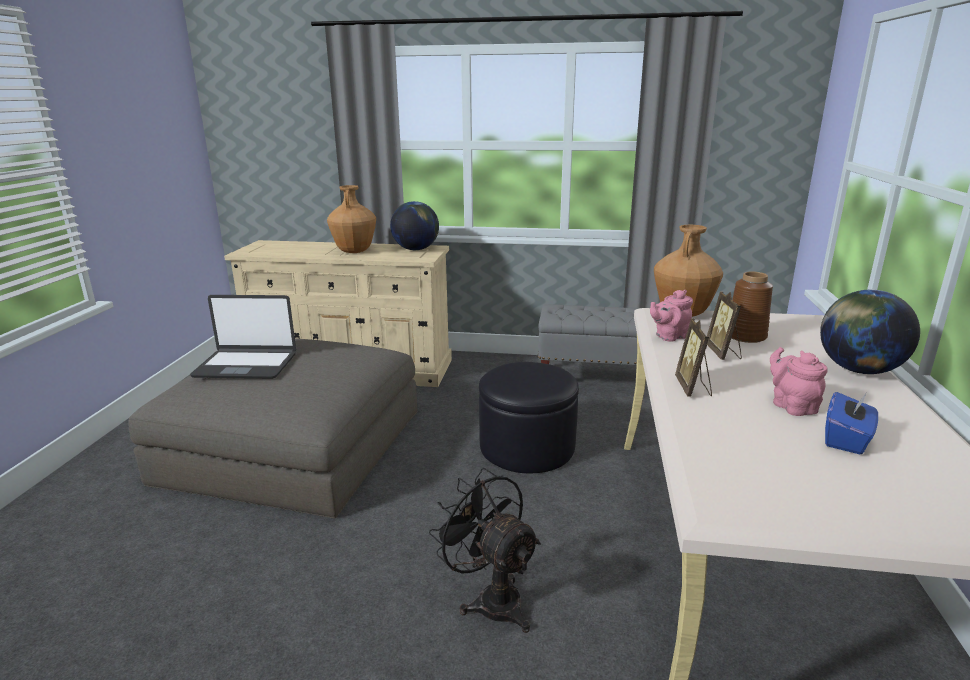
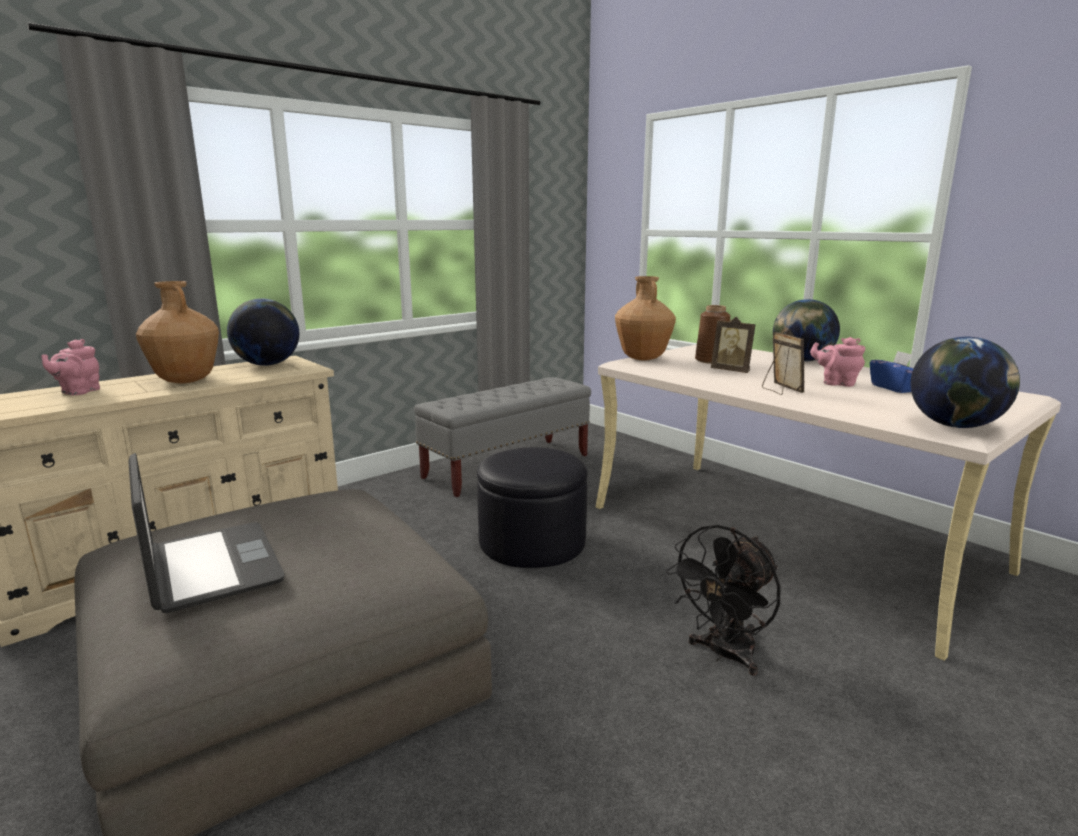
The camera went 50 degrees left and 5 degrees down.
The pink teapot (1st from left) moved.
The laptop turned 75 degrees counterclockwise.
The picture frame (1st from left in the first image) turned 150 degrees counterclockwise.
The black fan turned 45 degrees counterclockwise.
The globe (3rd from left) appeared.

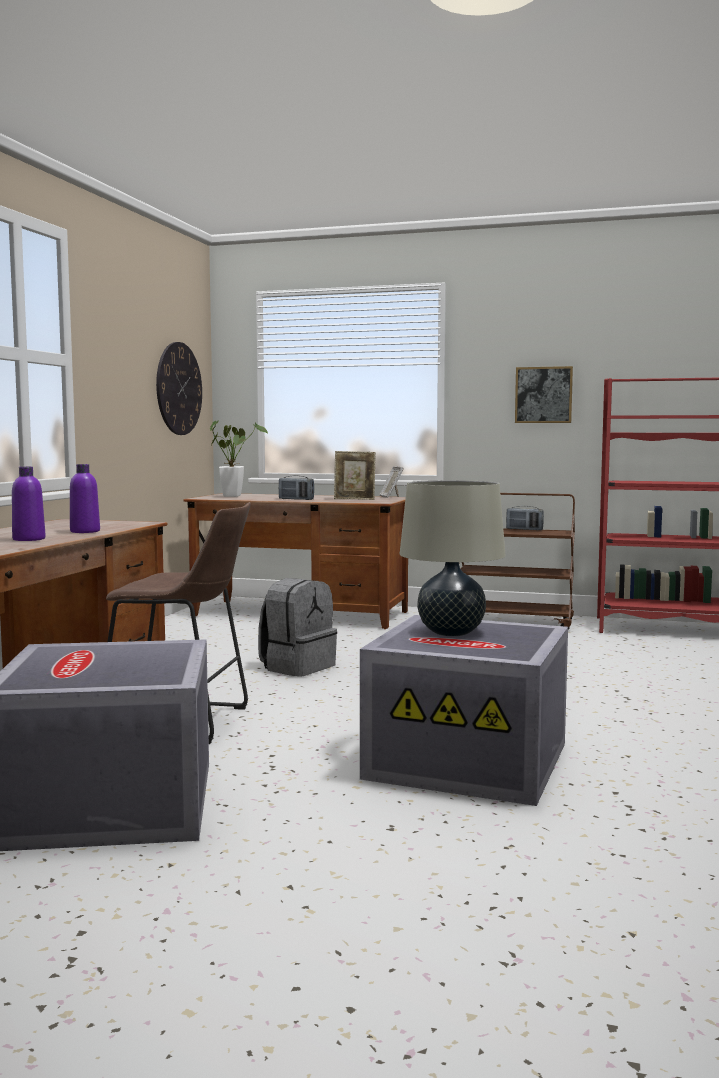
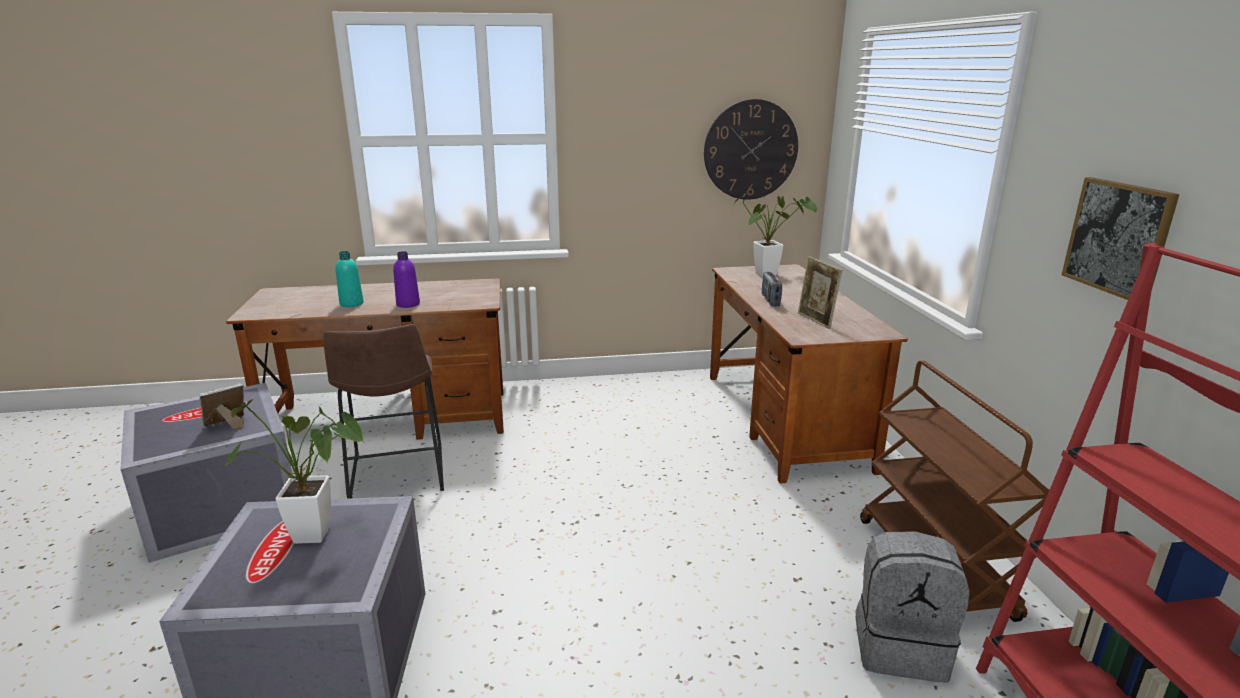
The camera went 65 degrees right and 15 degrees up.
The picture frame (2nd from left in the first image) moved.
The purple bottle (1st from left) became the turquoise bottle.
The beige table lamp was replaced by the potted plant (1st from left).
The radio (2nd from left) disappeared.
The grey backpack moved.

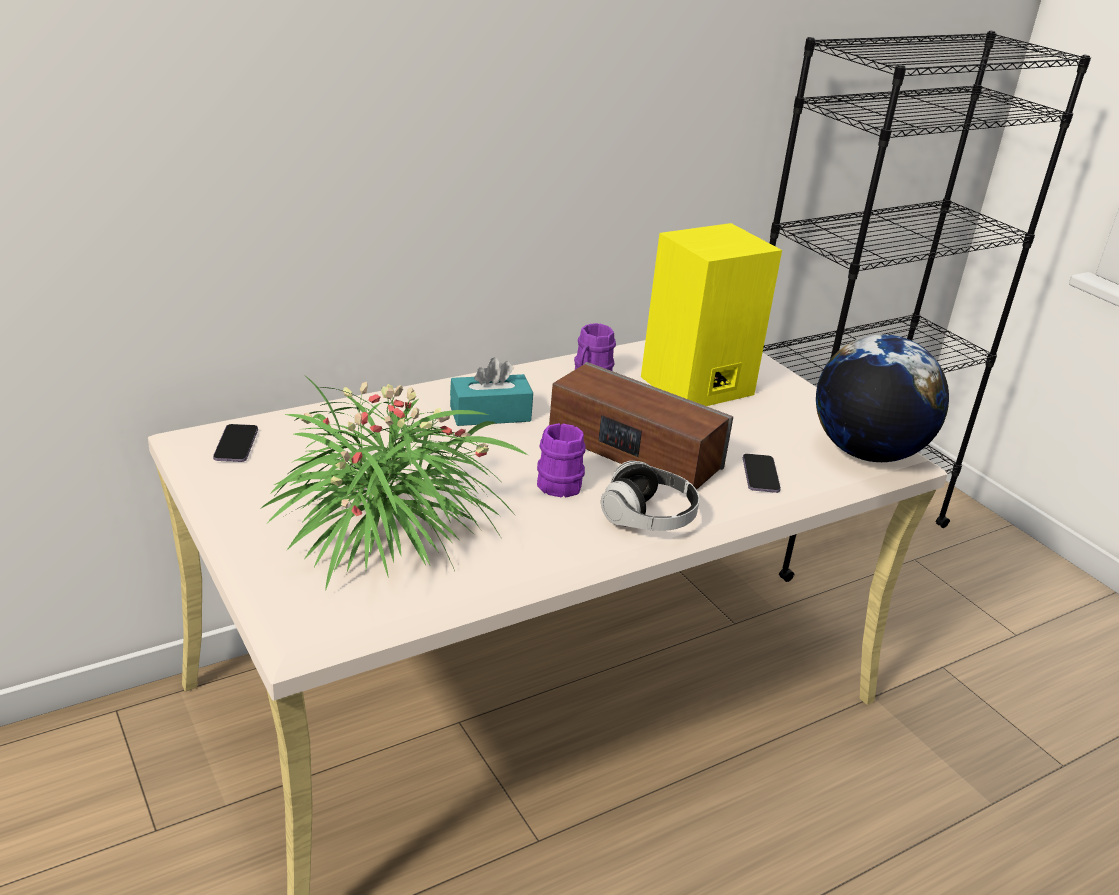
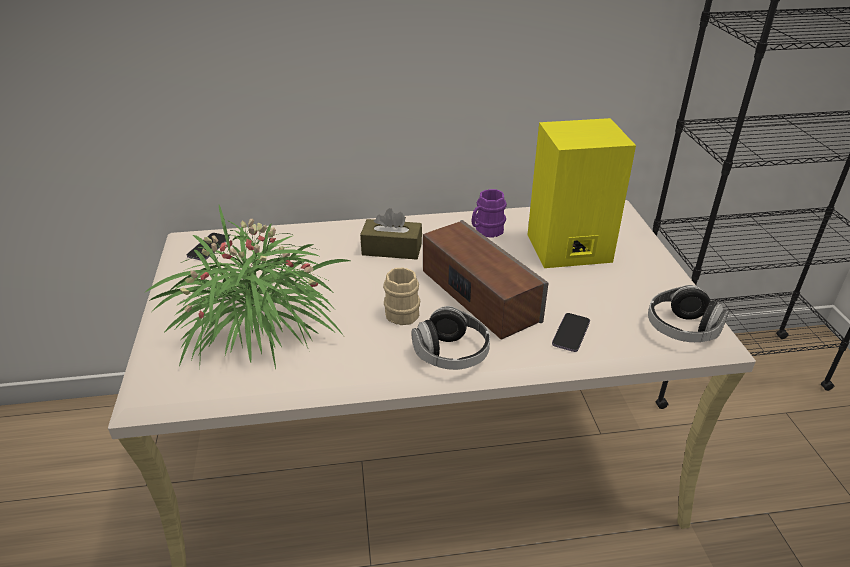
The camera went 25 degrees right and 5 degrees up.
The globe was replaced by the headphones (2nd from left).
The turquoise tissue box became the brown tissue box.
The purple mug (1st from left) became the beige mug.

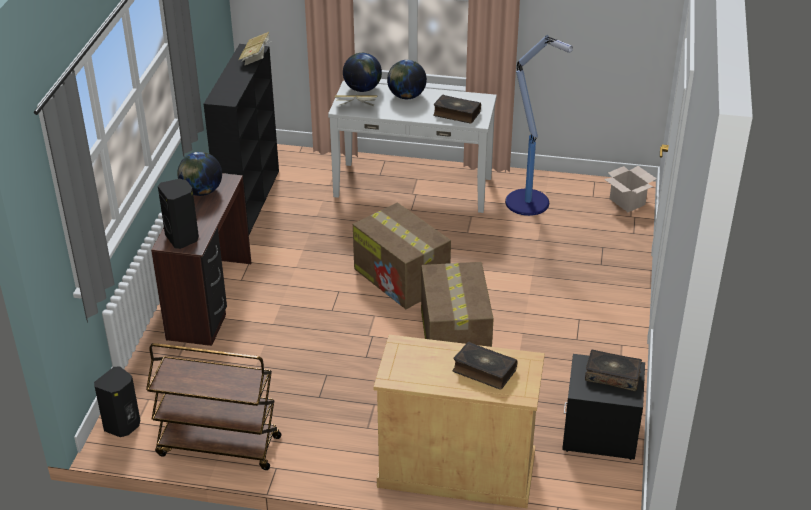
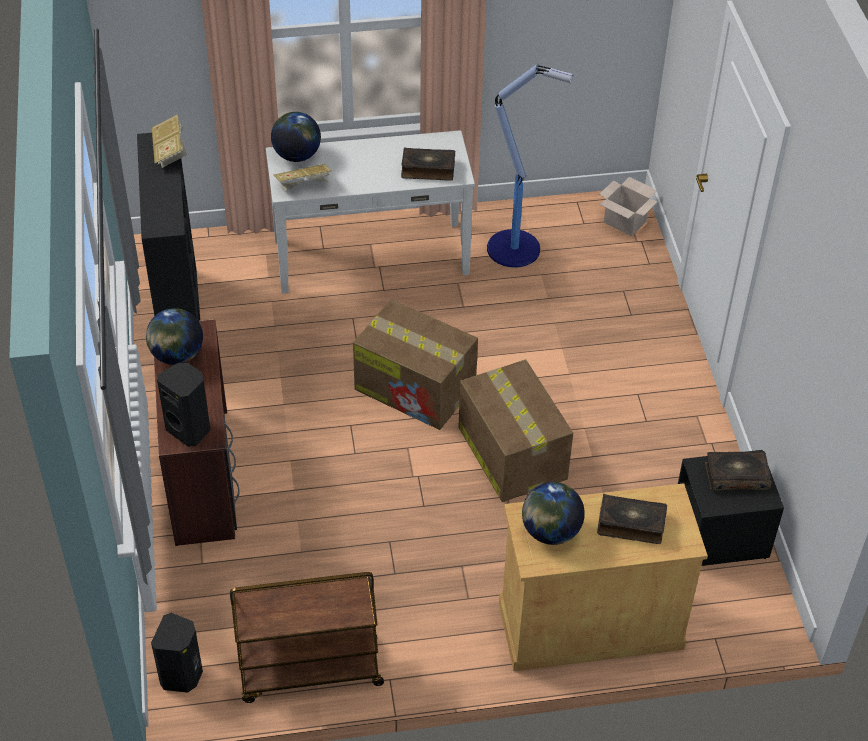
The camera went 20 degrees left and 10 degrees up.
The globe (3rd from left) moved.

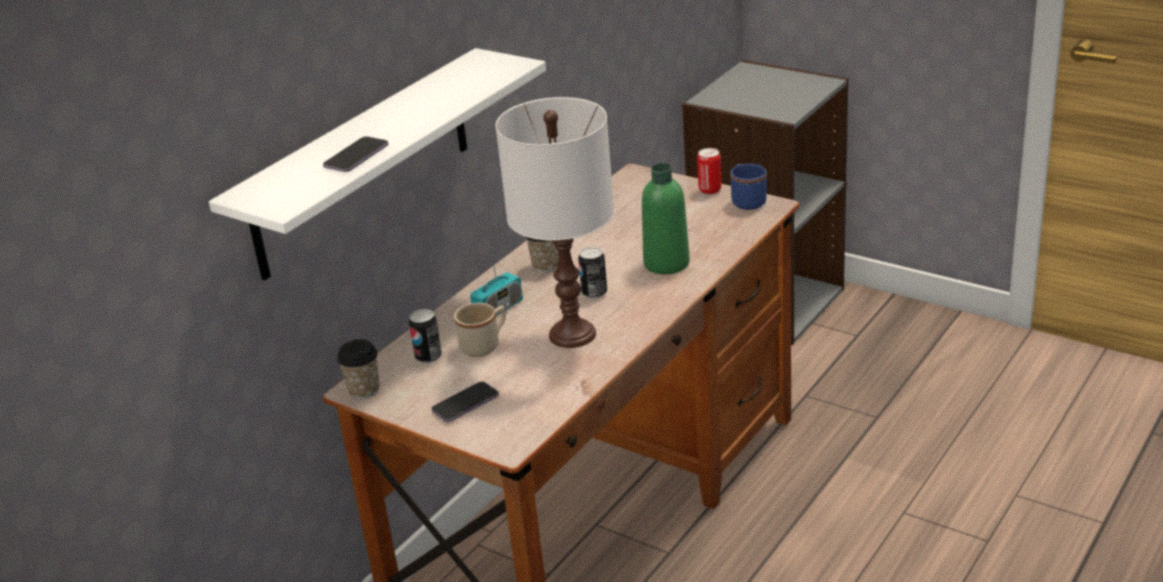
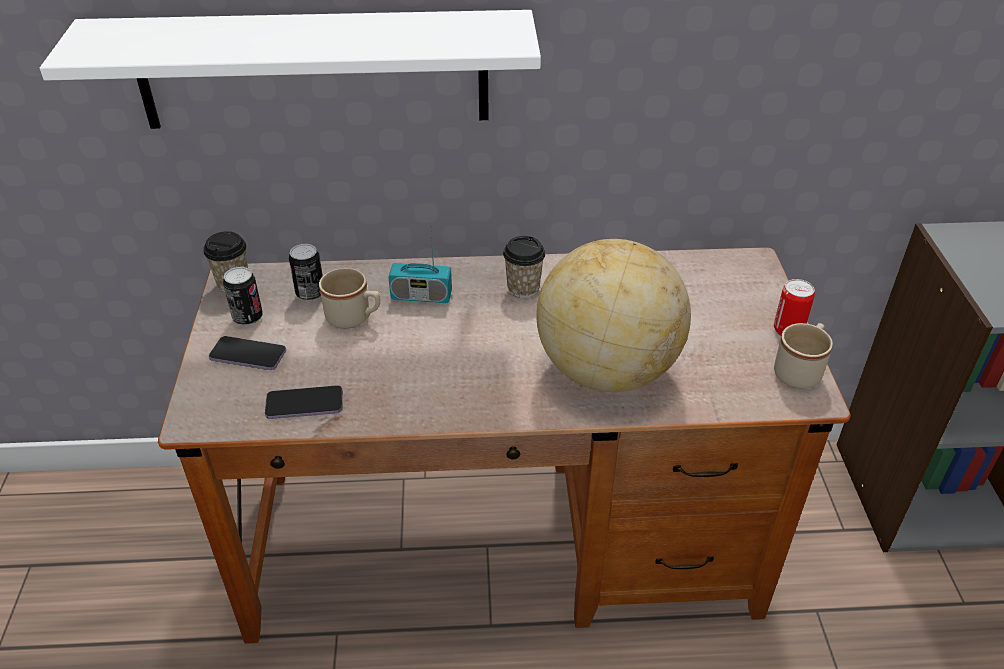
The camera went 50 degrees right and 10 degrees up.
The white table lamp disappeared.
The phone (1st from left in the first image) moved.
The green bottle was replaced by the globe.
The blue mug became the beige mug (2nd from left).
The can (2nd from left in the first image) moved.

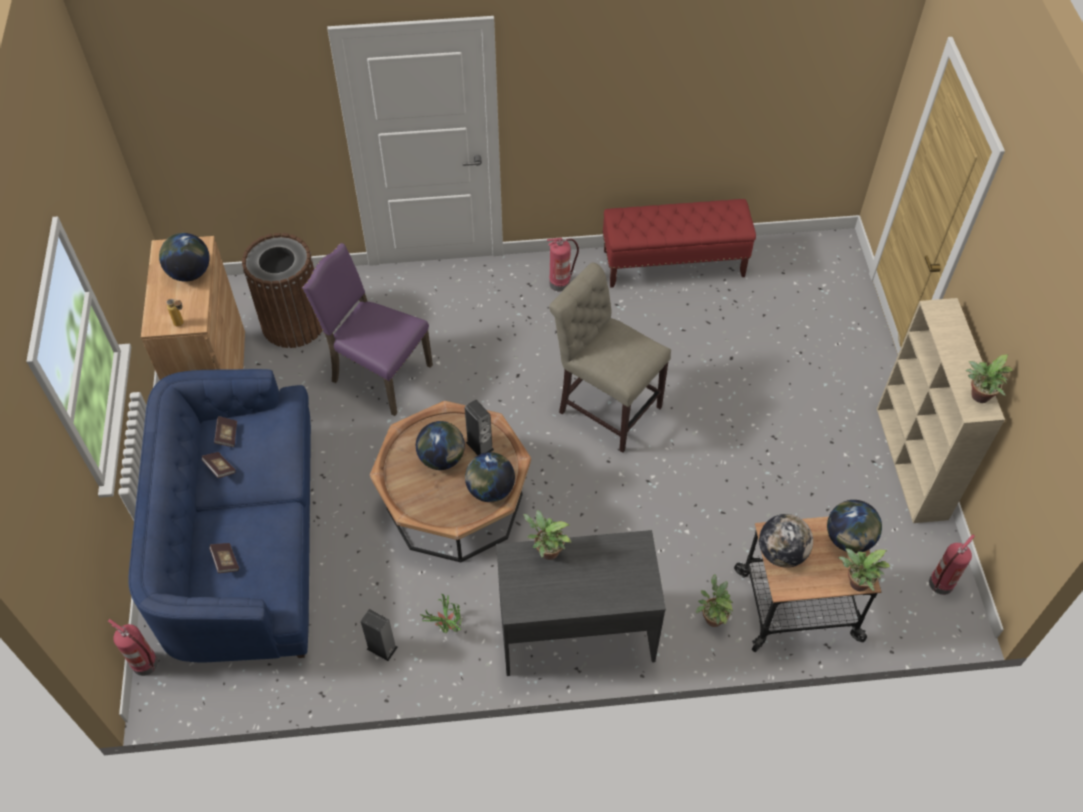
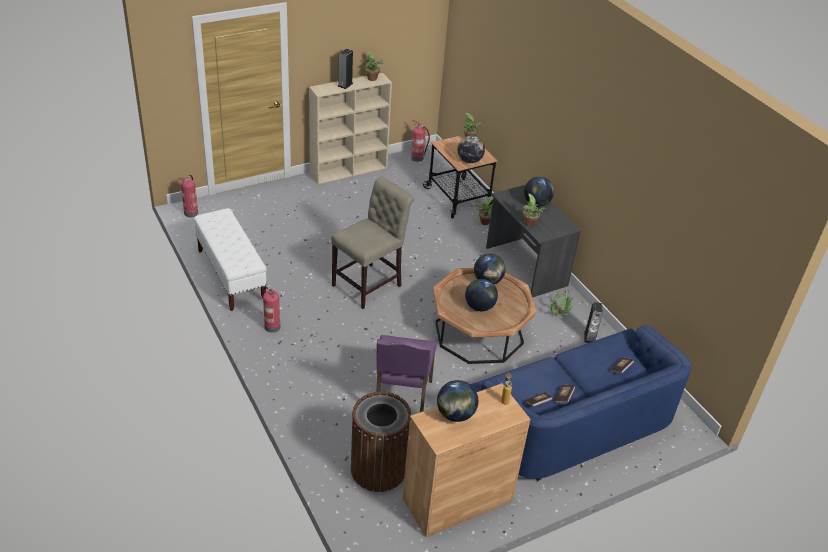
The camera went 115 degrees left and 15 degrees down.
The red bench became the white bench.
The beige chair turned 150 degrees counterclockwise.
The speaker (2nd from left in the first image) moved.
The globe (5th from left) moved.
The fire extinguisher (1st from left) moved.

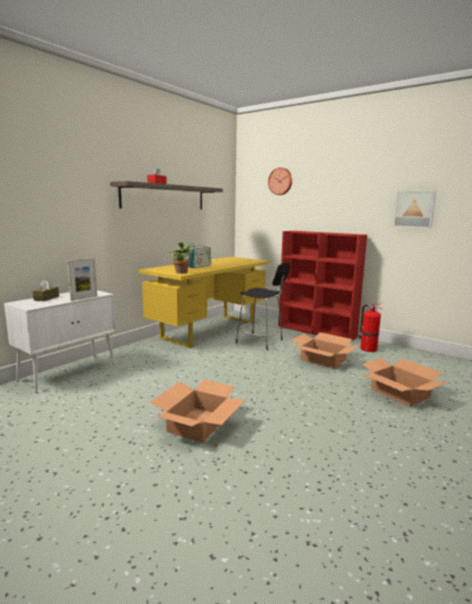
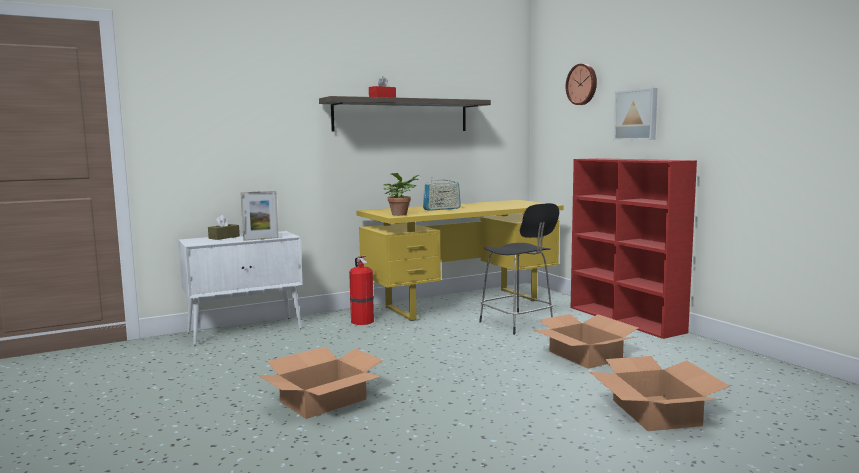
The camera went 25 degrees right and 5 degrees down.
The picture moved.
The fire extinguisher moved.

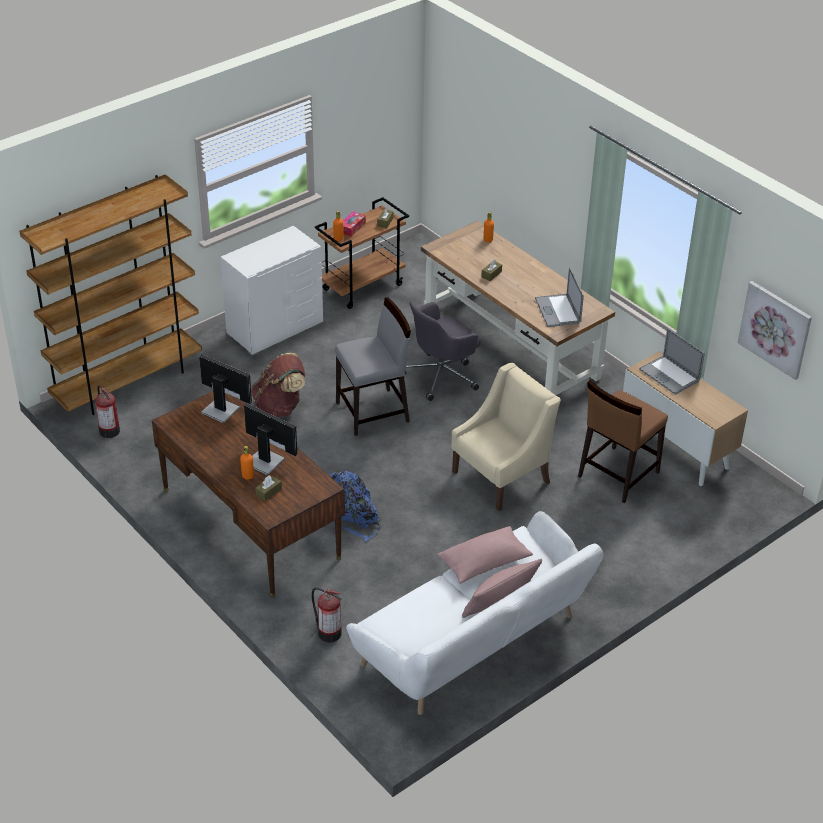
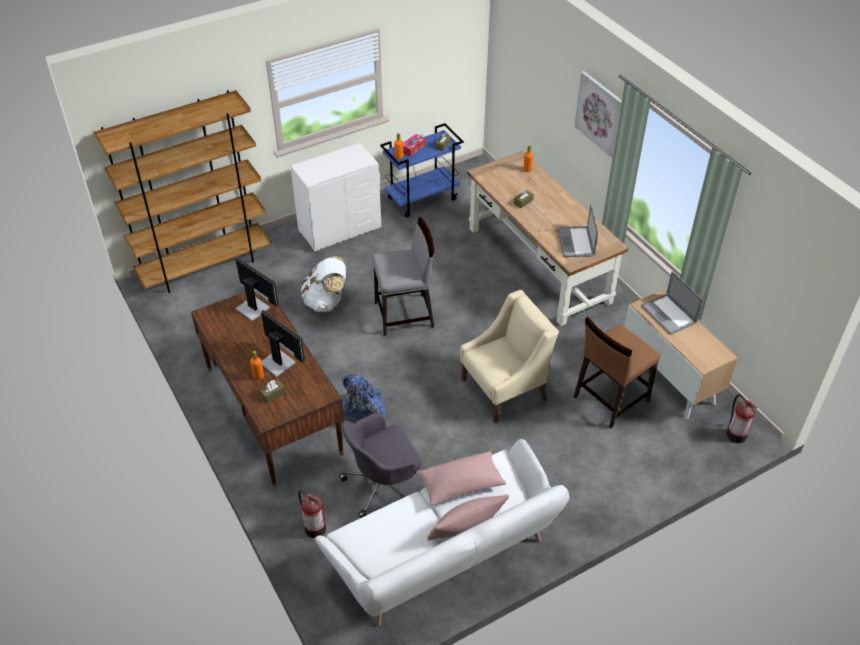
The camera went 10 degrees right and 5 degrees up.
The brown cart became the blue cart.
The picture moved.
The grey office chair moved.
The brown backpack became the white backpack.
The fire extinguisher (1st from left in the first image) moved.

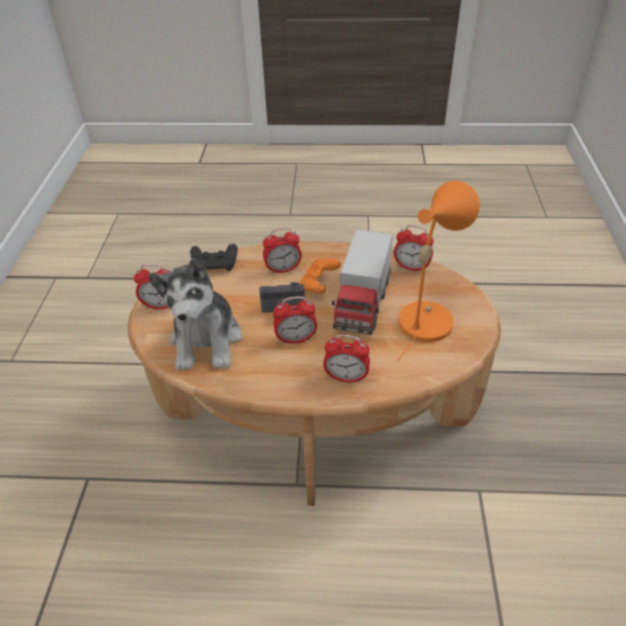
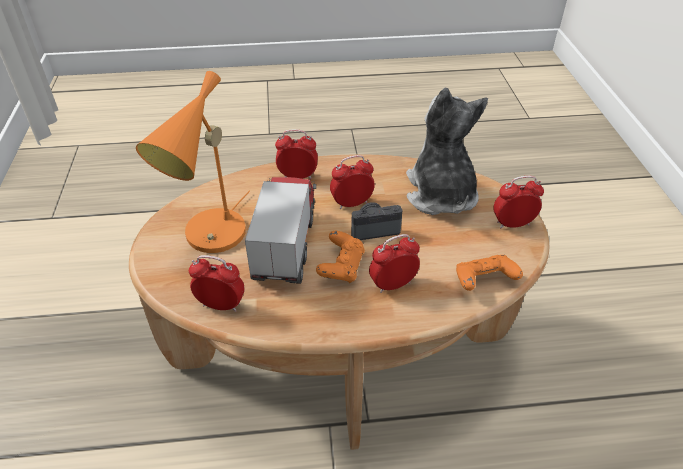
The camera went 170 degrees right and 0 degrees up.
The black game controller became the orange game controller (2nd from left).

